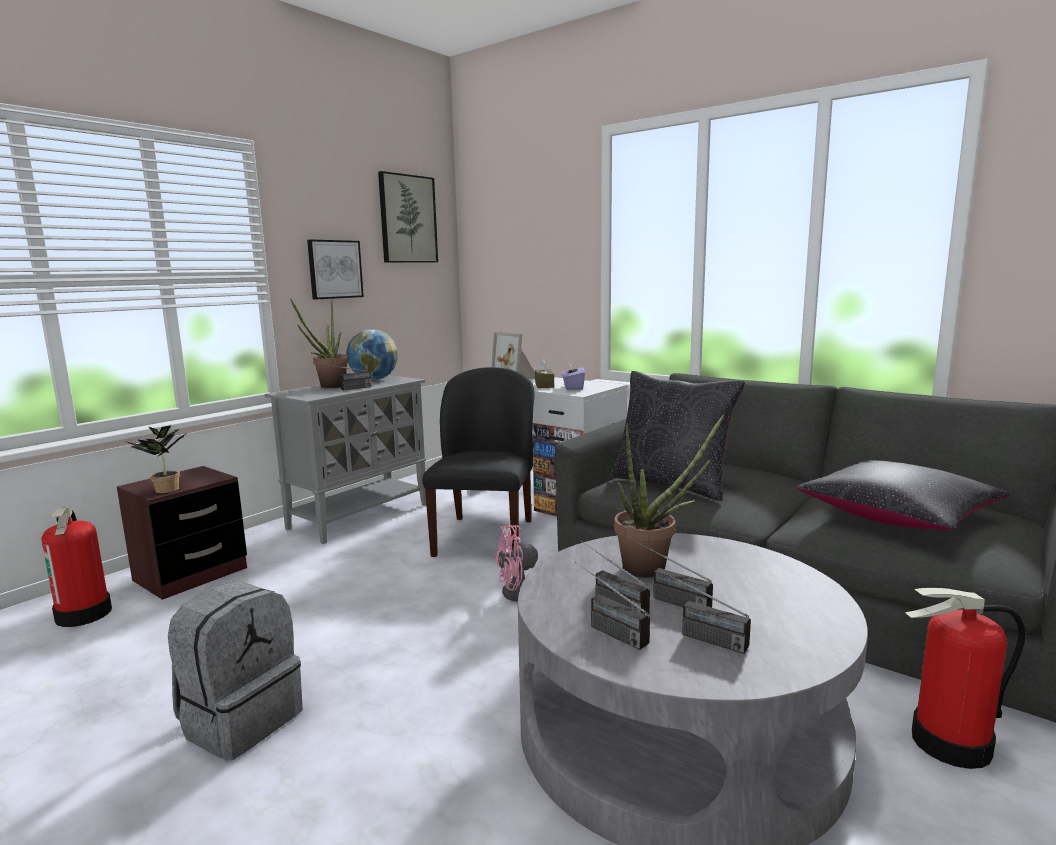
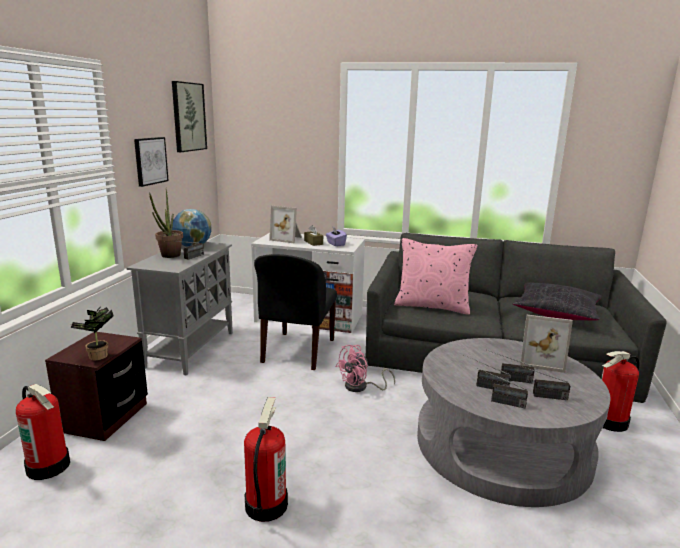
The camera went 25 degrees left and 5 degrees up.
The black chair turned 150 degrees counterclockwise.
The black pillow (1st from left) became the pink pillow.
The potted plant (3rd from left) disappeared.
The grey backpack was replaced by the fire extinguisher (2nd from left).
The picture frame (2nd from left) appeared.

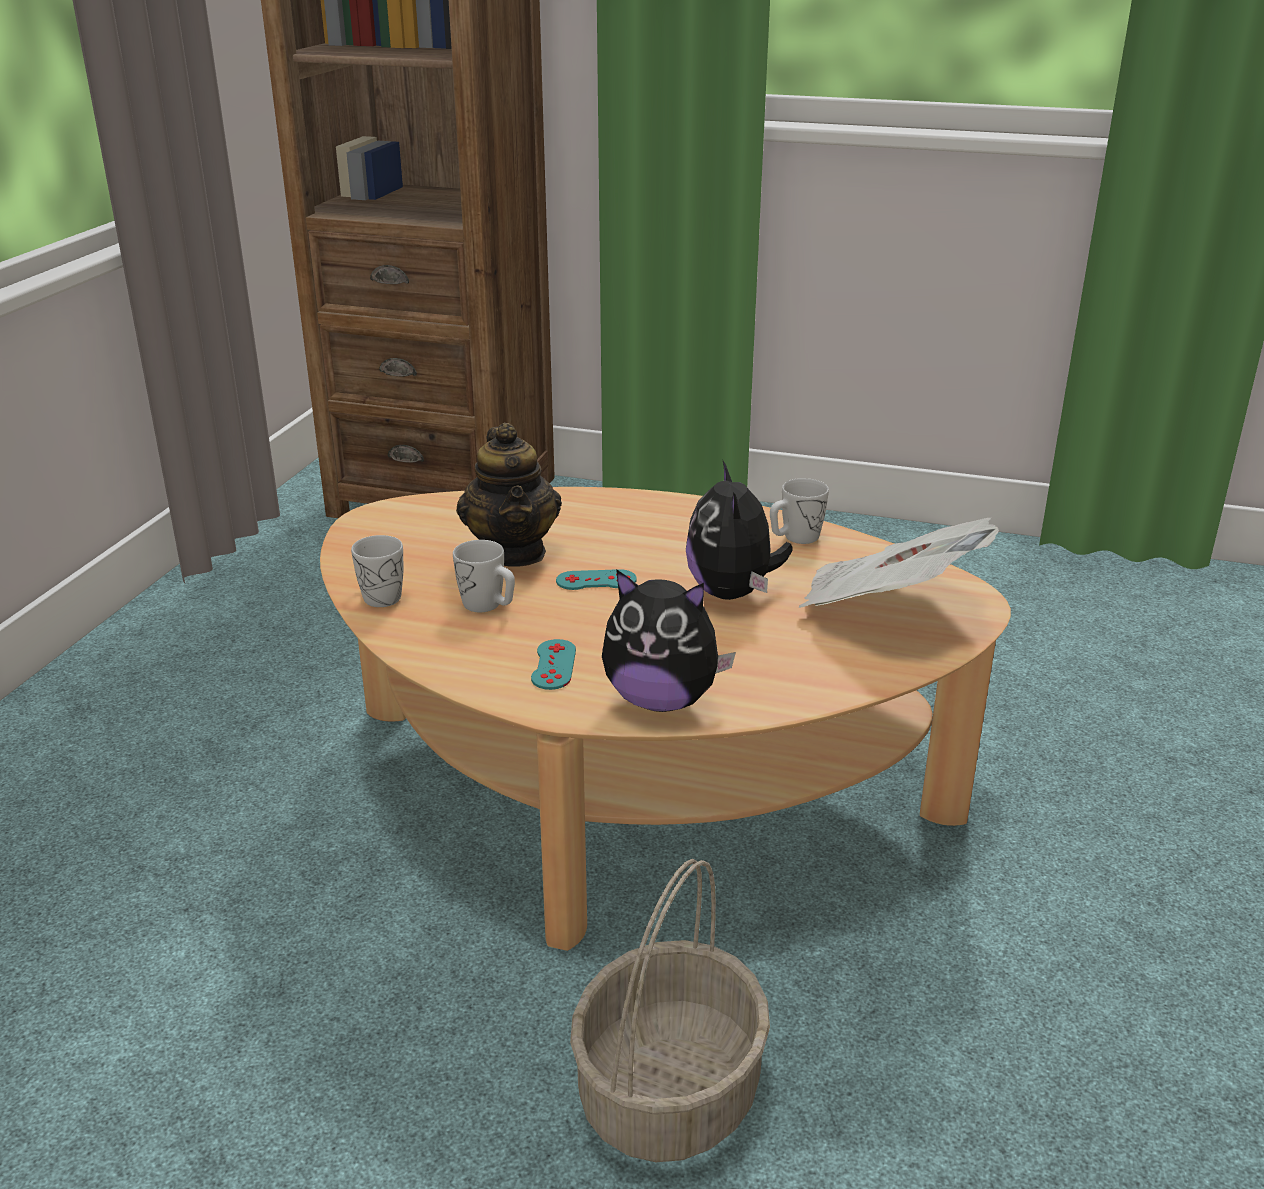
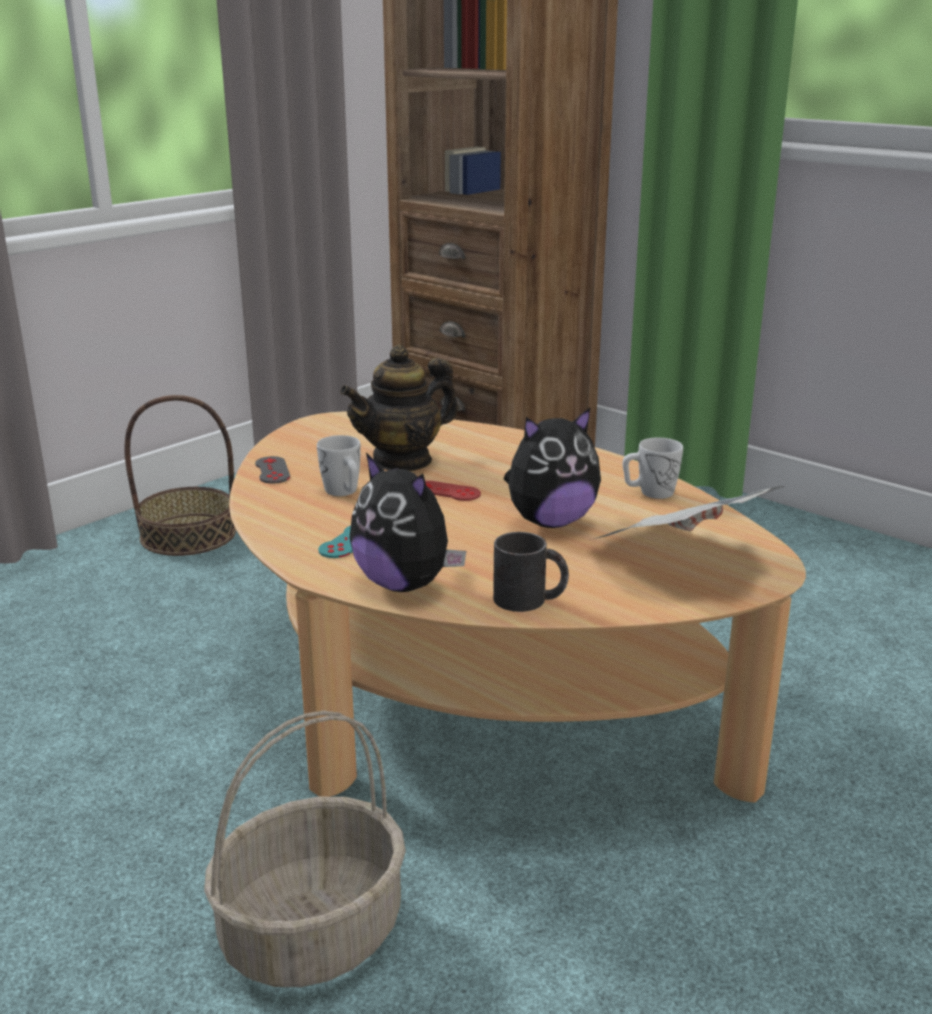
The camera went 25 degrees right and 5 degrees down.
The teapot turned 45 degrees clockwise.
The plush toy (2nd from left) turned 135 degrees counterclockwise.
The white mug (1st from left) was replaced by the grey game controller.
The turquoise game controller (2nd from left) became the red game controller.
The basket (1st from left) appeared.
The black mug appeared.

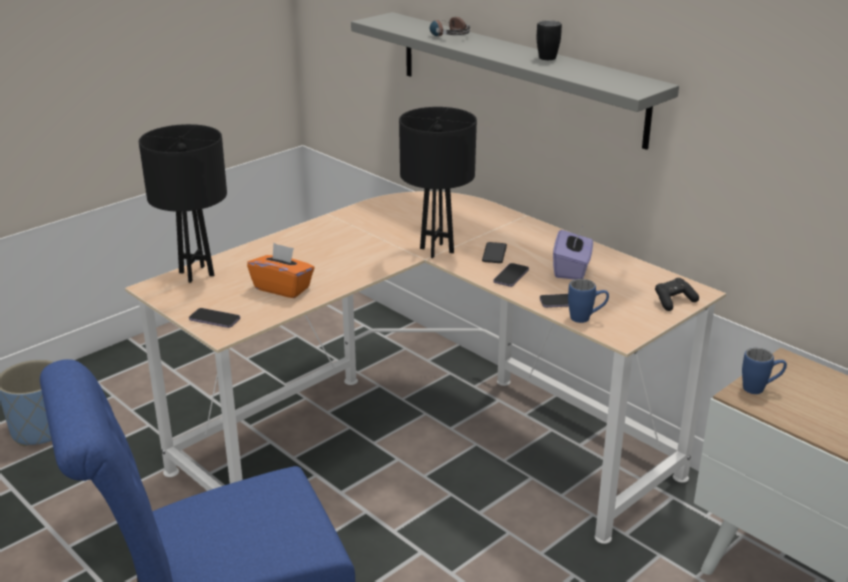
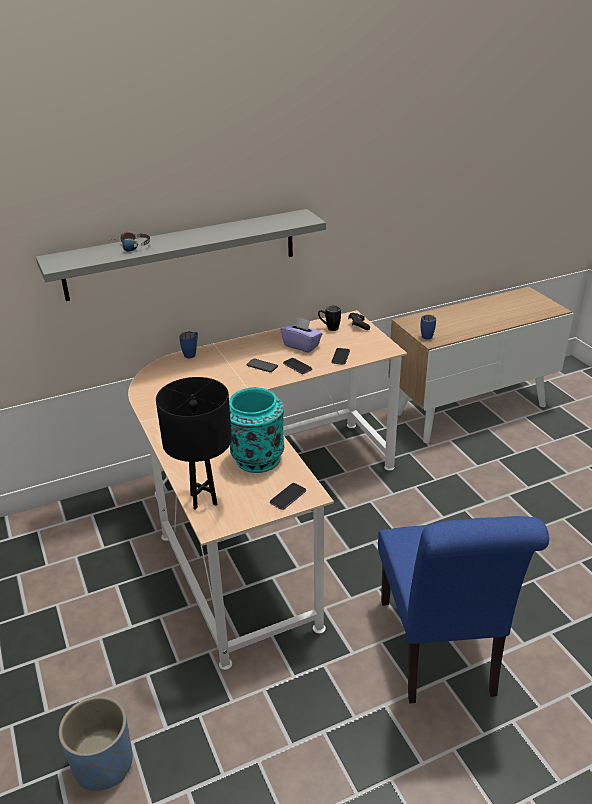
The camera went 70 degrees left and 5 degrees up.
The black mug moved.
The black table lamp (2nd from left) disappeared.
The orange tissue box was replaced by the turquoise vase.
The blue mug (1st from left) moved.

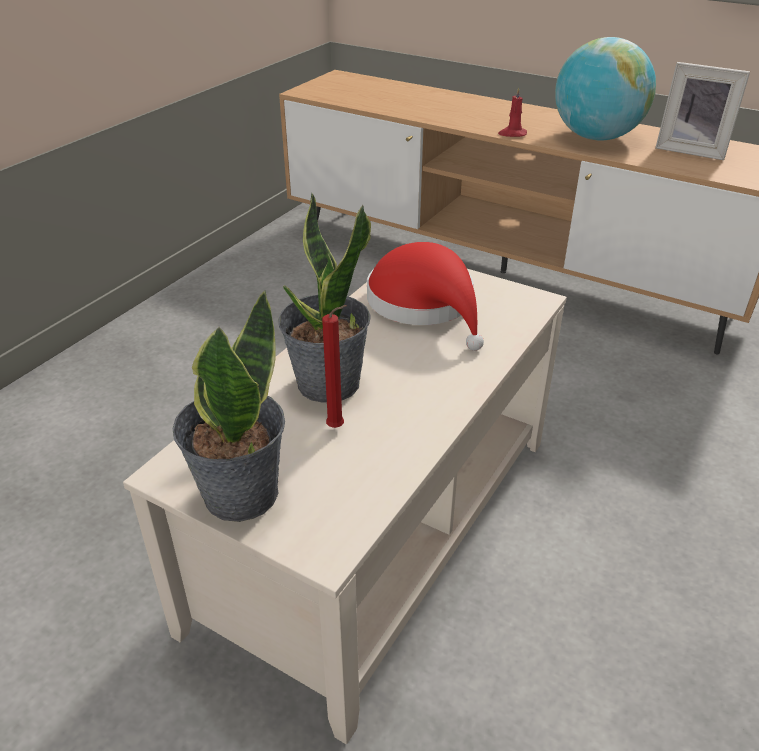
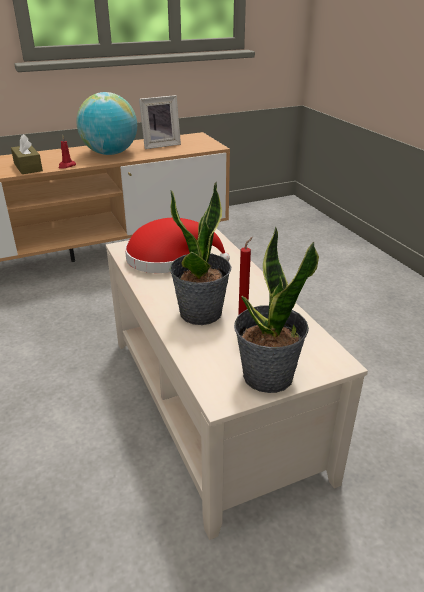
The camera went 55 degrees left and 5 degrees down.
The brown tissue box appeared.

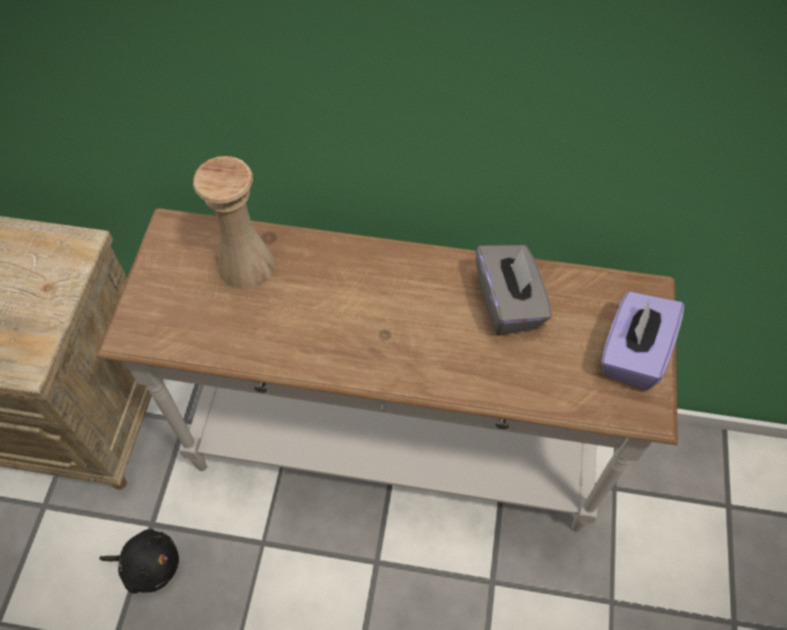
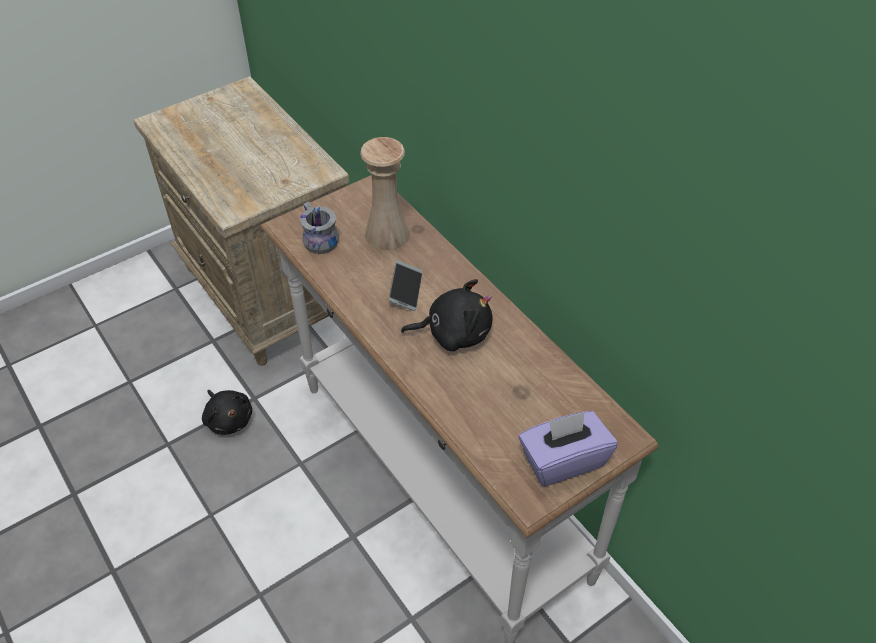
The camera went 45 degrees right and 10 degrees down.
The grey tissue box disappeared.
The grey mug appeared.
The phone appeared.
The black plush toy (2nd from left) appeared.

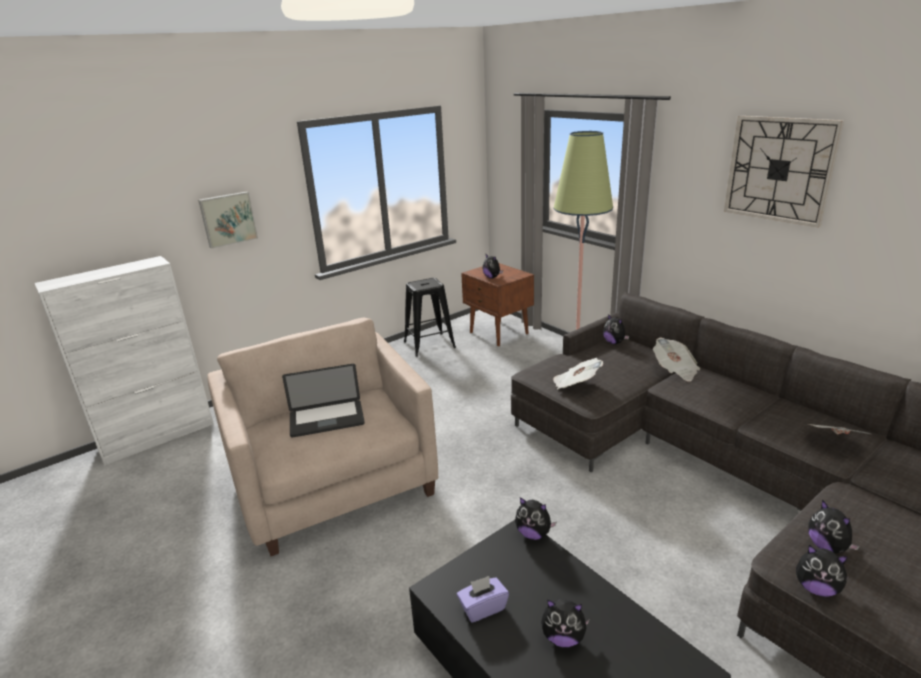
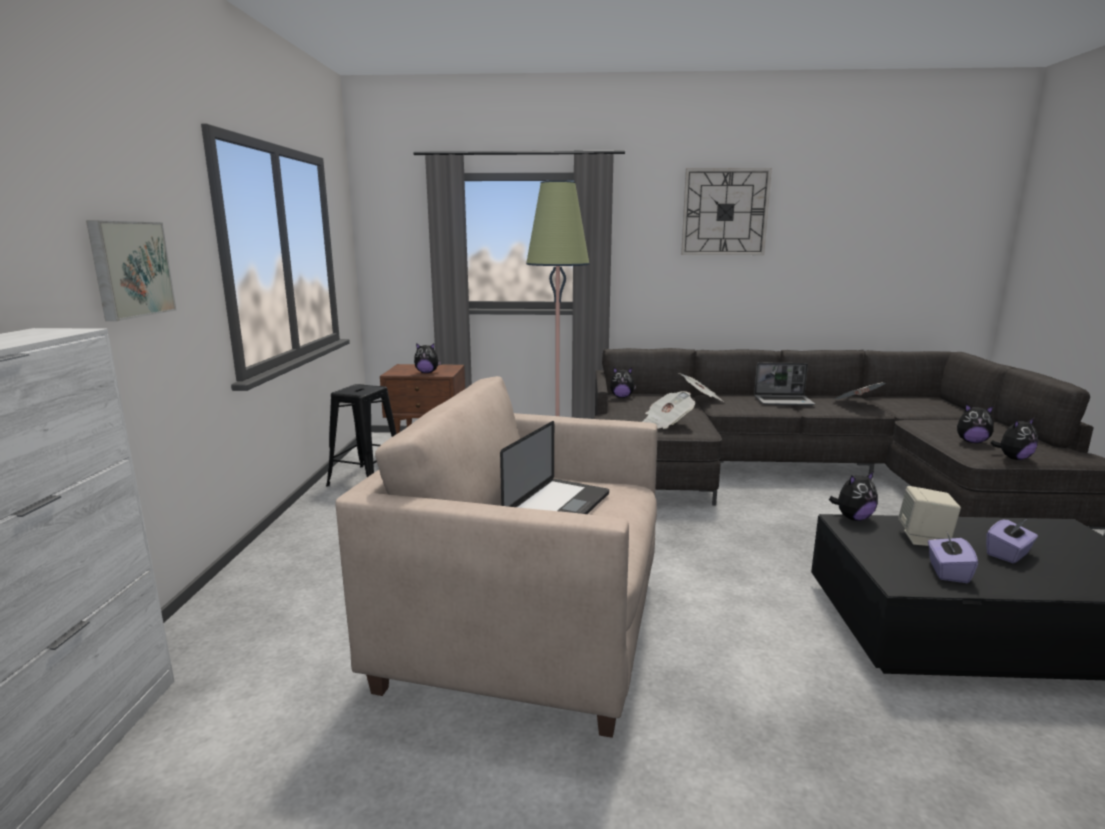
The camera went 50 degrees left and 10 degrees down.
The plush toy (3rd from left) was replaced by the purple tissue box (2nd from left).
The laptop (2nd from left) appeared.
The beige speaker appeared.

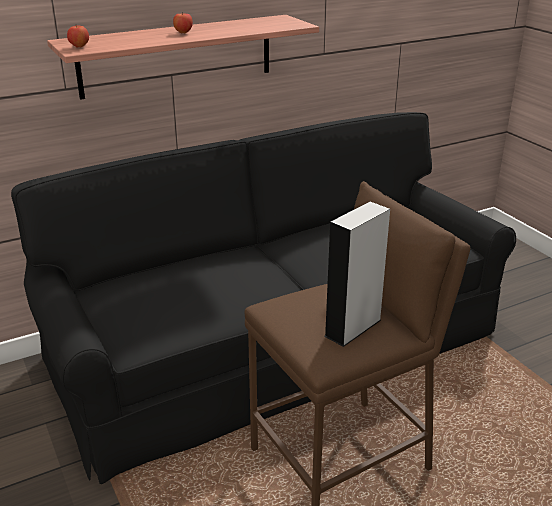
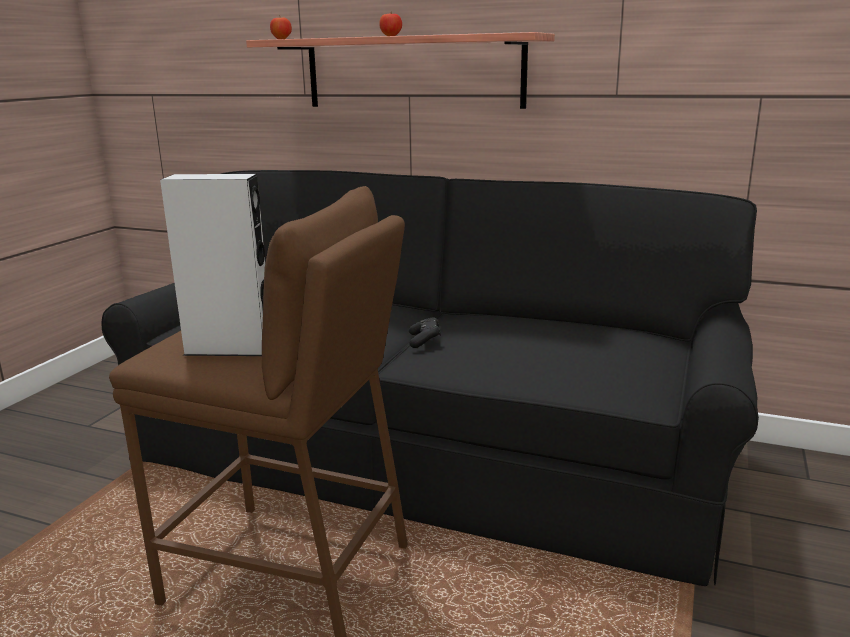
The camera went 50 degrees right and 10 degrees down.
The black game controller appeared.

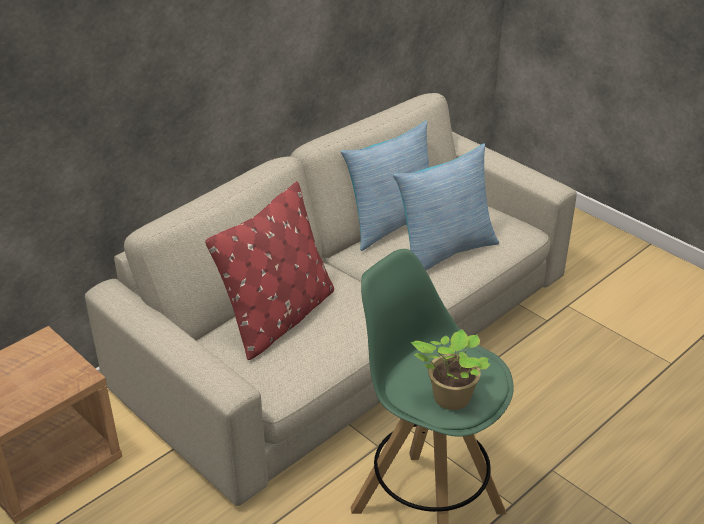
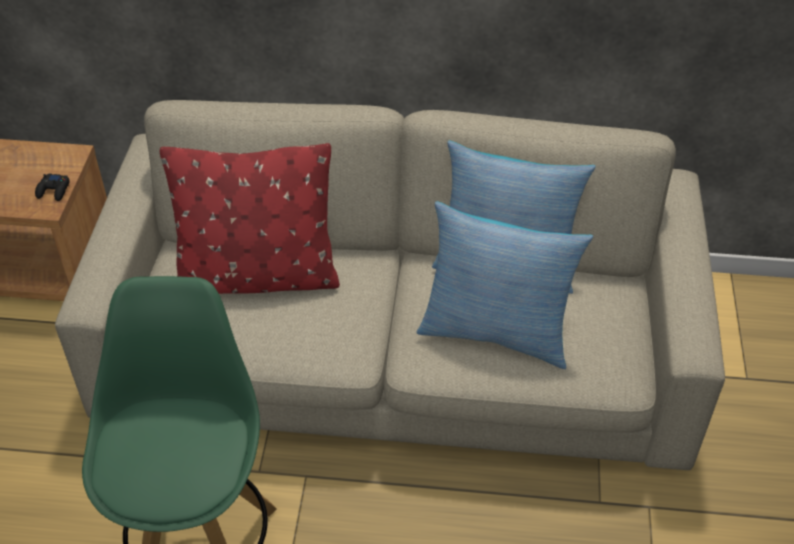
The camera went 50 degrees right and 10 degrees up.
The potted plant disappeared.
The black game controller appeared.

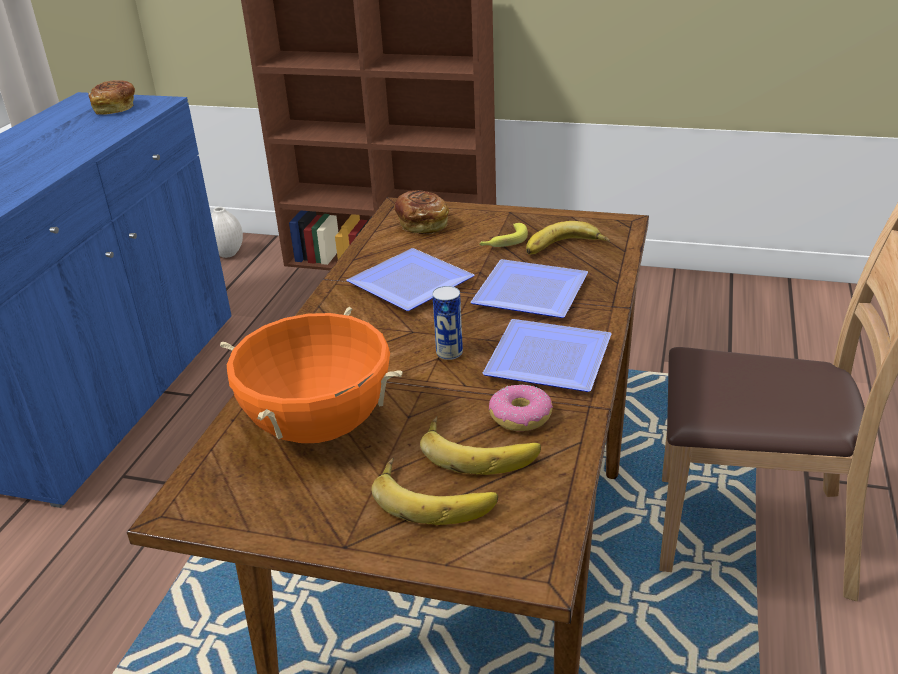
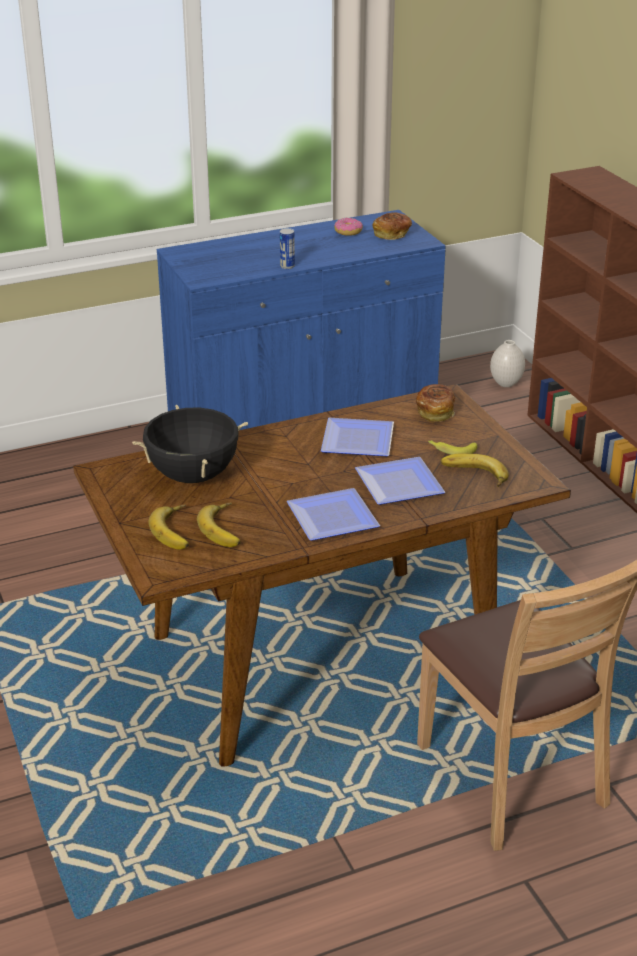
The camera went 50 degrees right and 0 degrees up.
The can moved.
The orange cooking pot became the black cooking pot.
The donut moved.

